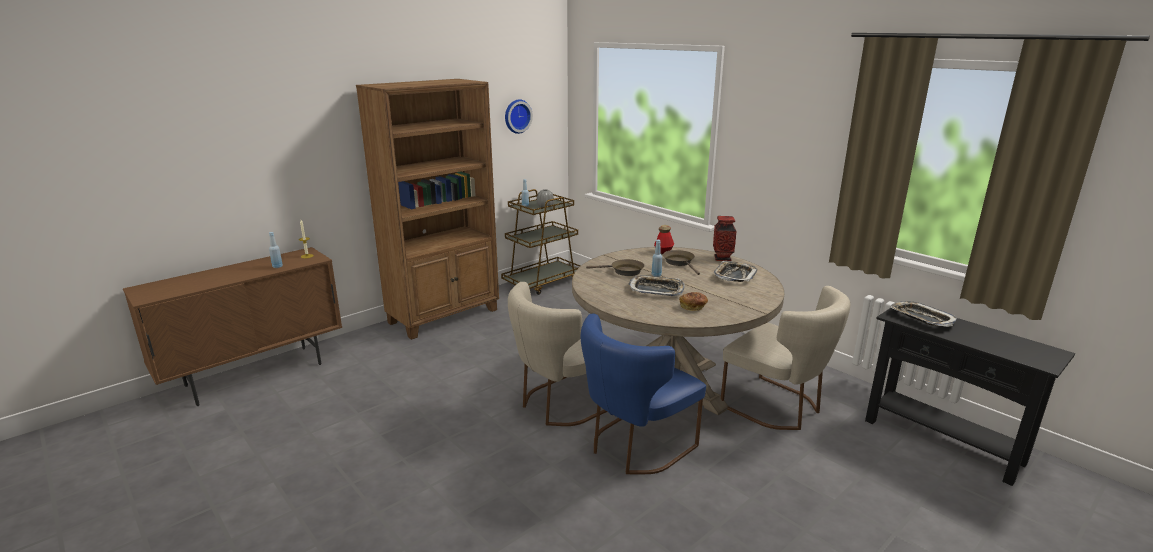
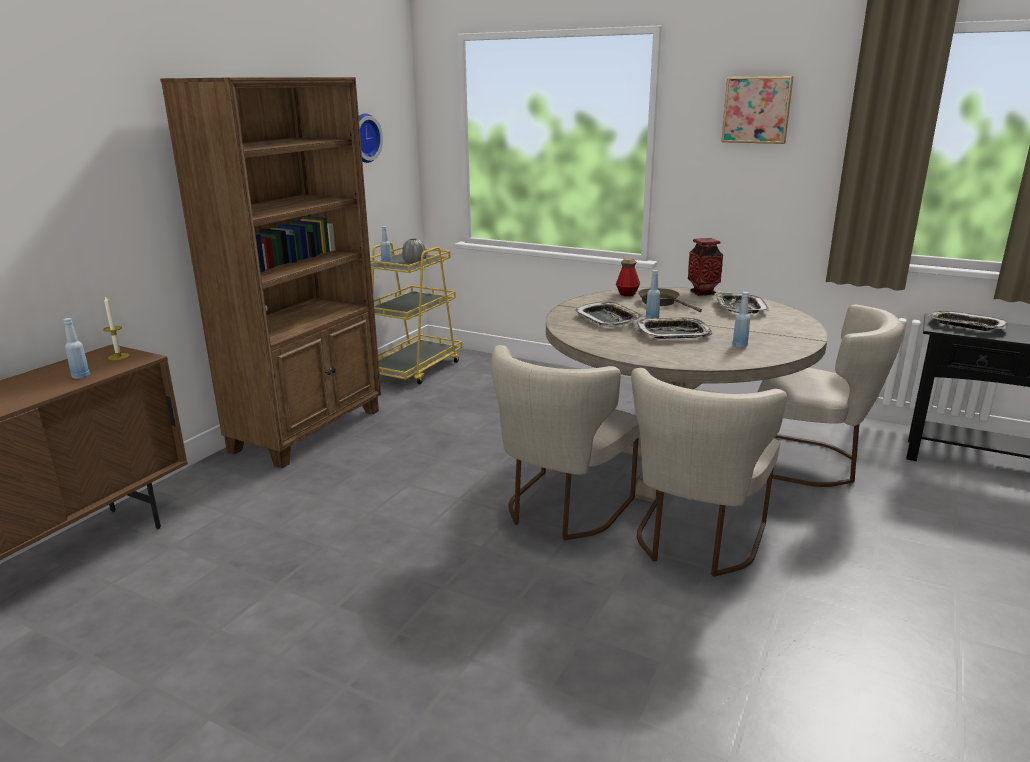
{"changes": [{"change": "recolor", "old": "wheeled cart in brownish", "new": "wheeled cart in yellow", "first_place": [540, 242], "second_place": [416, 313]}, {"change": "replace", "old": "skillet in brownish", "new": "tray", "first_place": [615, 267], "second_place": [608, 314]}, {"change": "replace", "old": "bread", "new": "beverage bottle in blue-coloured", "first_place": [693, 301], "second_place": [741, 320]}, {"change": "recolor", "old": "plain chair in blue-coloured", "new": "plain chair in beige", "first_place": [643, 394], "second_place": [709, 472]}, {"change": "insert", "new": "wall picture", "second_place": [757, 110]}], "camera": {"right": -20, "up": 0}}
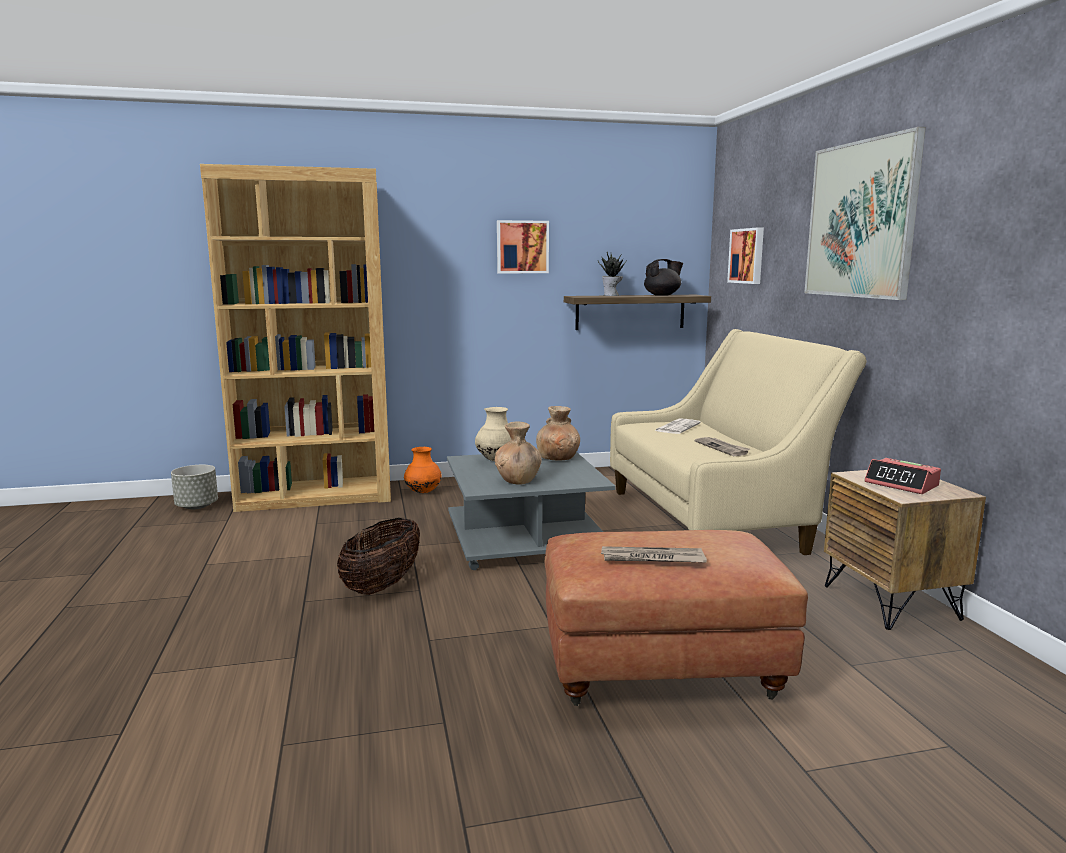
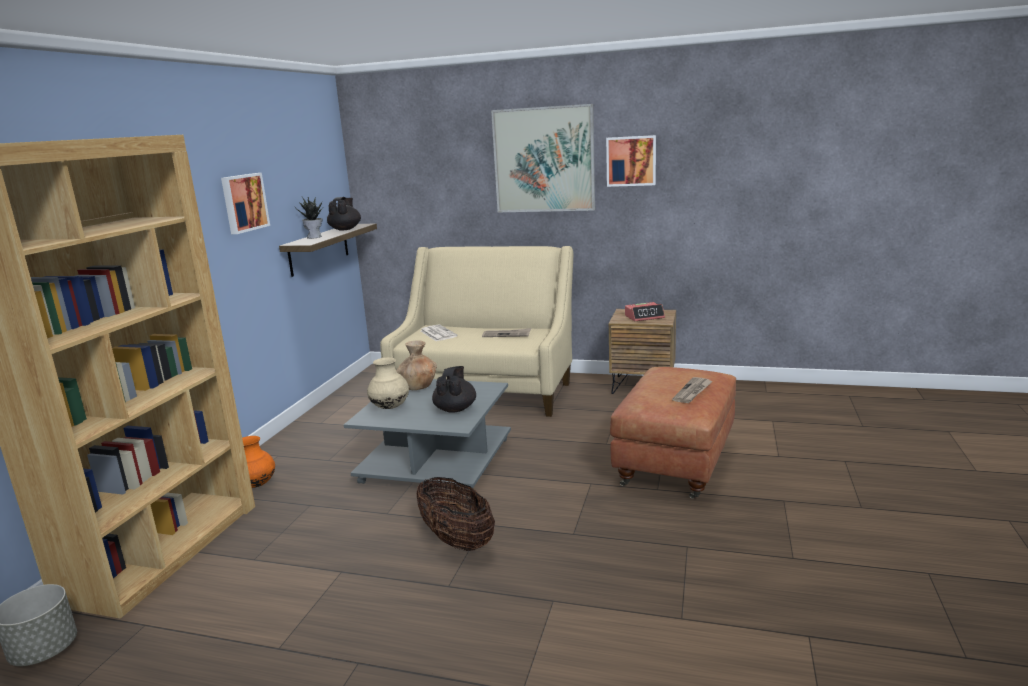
{"changes": [{"change": "move", "old": "wall picture", "first_place": [745, 255], "second_place": [631, 161]}, {"change": "replace", "old": "vase in brownish", "new": "teapot in black-coloured", "first_place": [518, 453], "second_place": [454, 389]}], "camera": {"right": -60, "up": 5}}
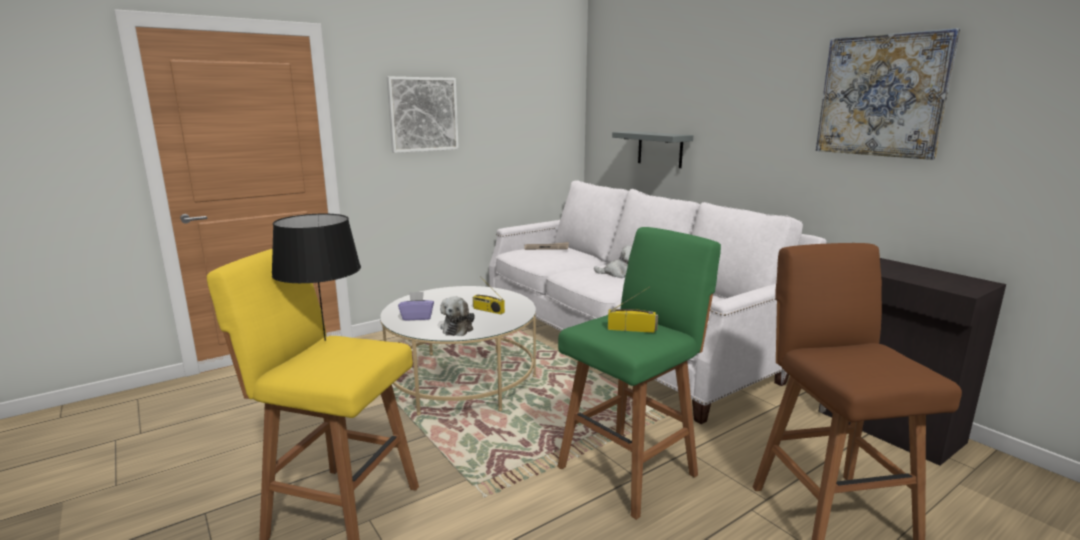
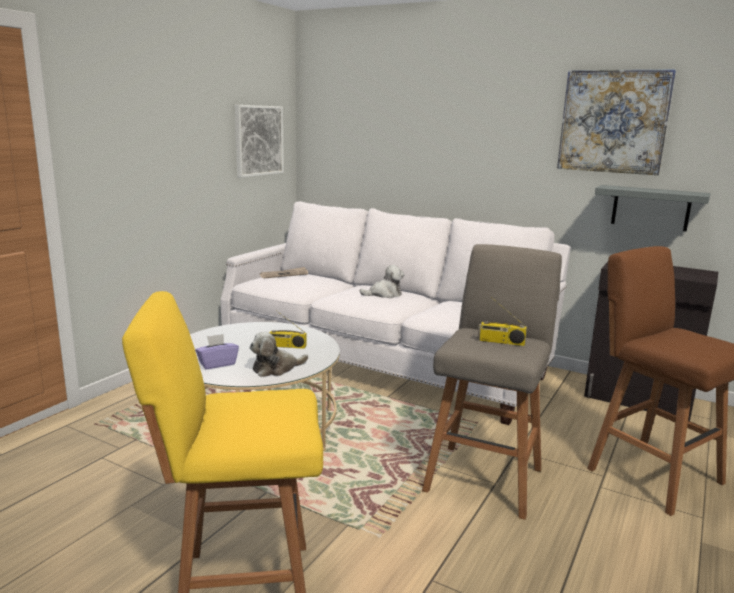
{"changes": [{"change": "move", "old": "wall picture", "first_place": [423, 115], "second_place": [259, 141]}, {"change": "move", "old": "shelf in grey", "first_place": [652, 149], "second_place": [653, 208]}, {"change": "delete", "old": "table lamp in black-coloured", "first_place": [316, 277]}, {"change": "recolor", "old": "stool in green", "new": "stool in grey", "first_place": [639, 373], "second_place": [492, 382]}, {"change": "rotate", "old": "radio receiver", "first_place": [633, 310], "second_place": [502, 321], "degrees": -150}, {"change": "rotate", "old": "plush toy", "first_place": [457, 316], "second_place": [278, 354], "degrees": 75}], "camera": {"right": -25, "up": 0}}
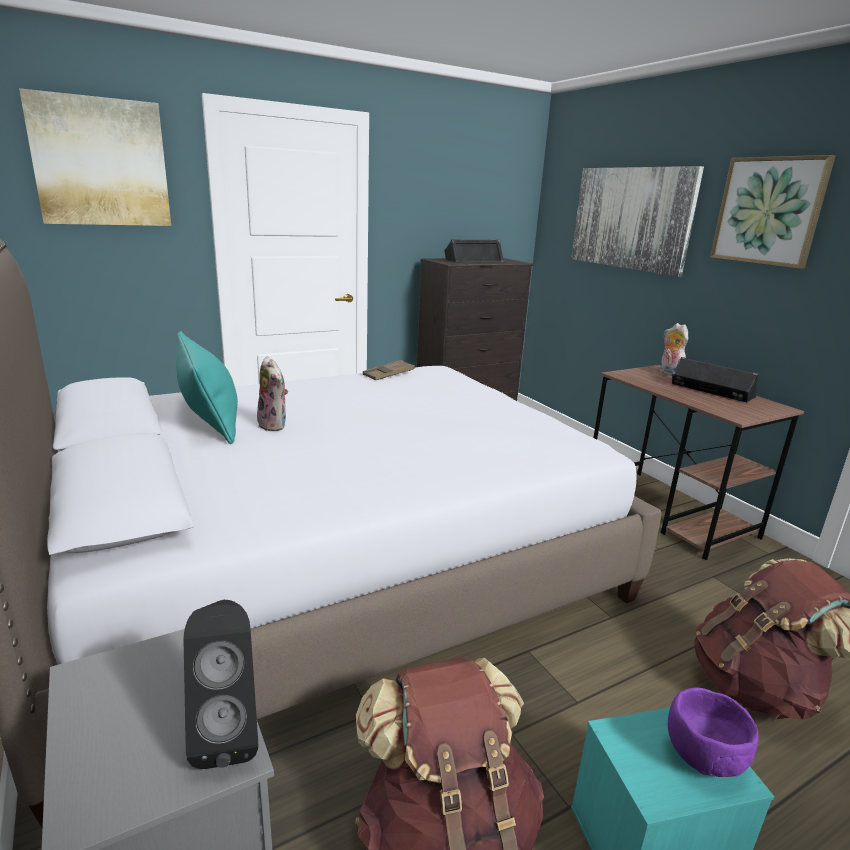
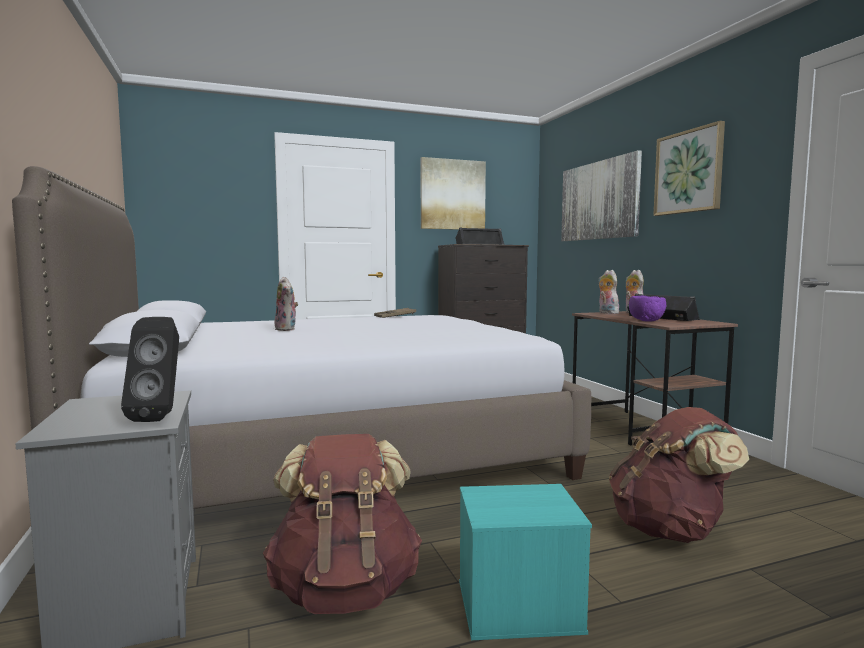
{"changes": [{"change": "move", "old": "wall picture", "first_place": [95, 157], "second_place": [453, 193]}, {"change": "delete", "old": "pillow in turquoise-coloured", "first_place": [207, 387]}, {"change": "move", "old": "serving bowl in purplish", "first_place": [713, 732], "second_place": [647, 309]}, {"change": "insert", "new": "plush toy", "second_place": [609, 292]}], "camera": {"right": 10, "up": -15}}
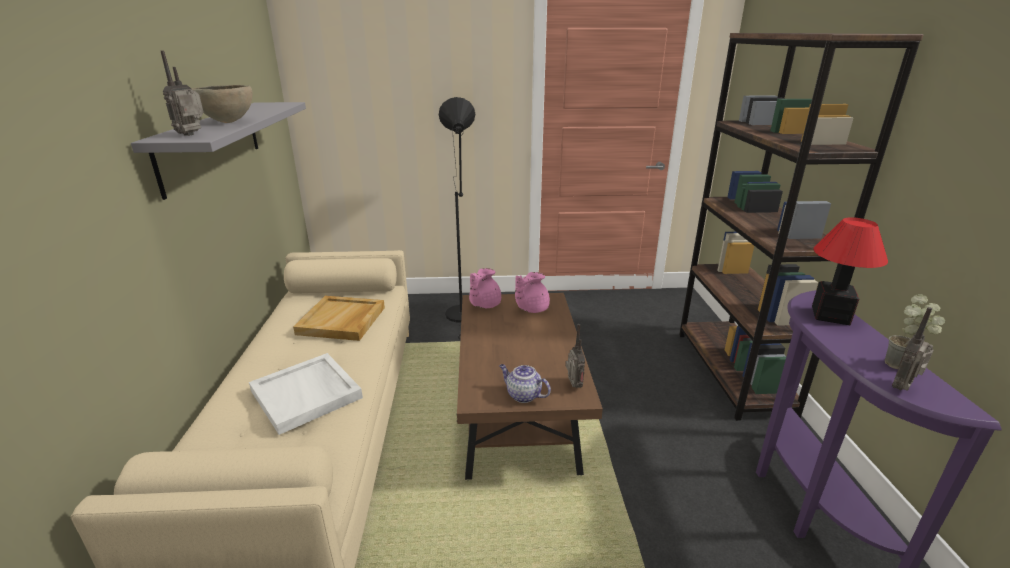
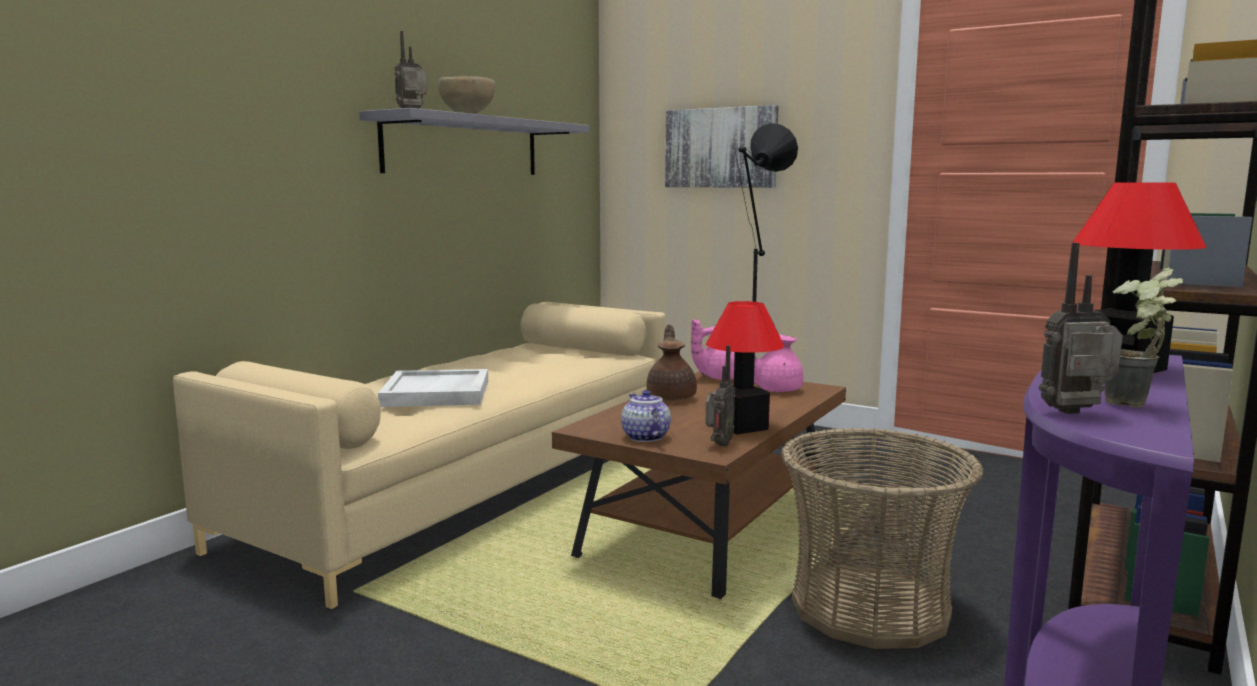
{"changes": [{"change": "delete", "old": "tray in beige", "first_place": [339, 318]}, {"change": "insert", "new": "wall picture", "second_place": [722, 146]}, {"change": "insert", "new": "table lamp", "second_place": [745, 368]}, {"change": "insert", "new": "teapot in brownish", "second_place": [671, 362]}, {"change": "insert", "new": "basket", "second_place": [882, 538]}], "camera": {"right": 35, "up": -15}}
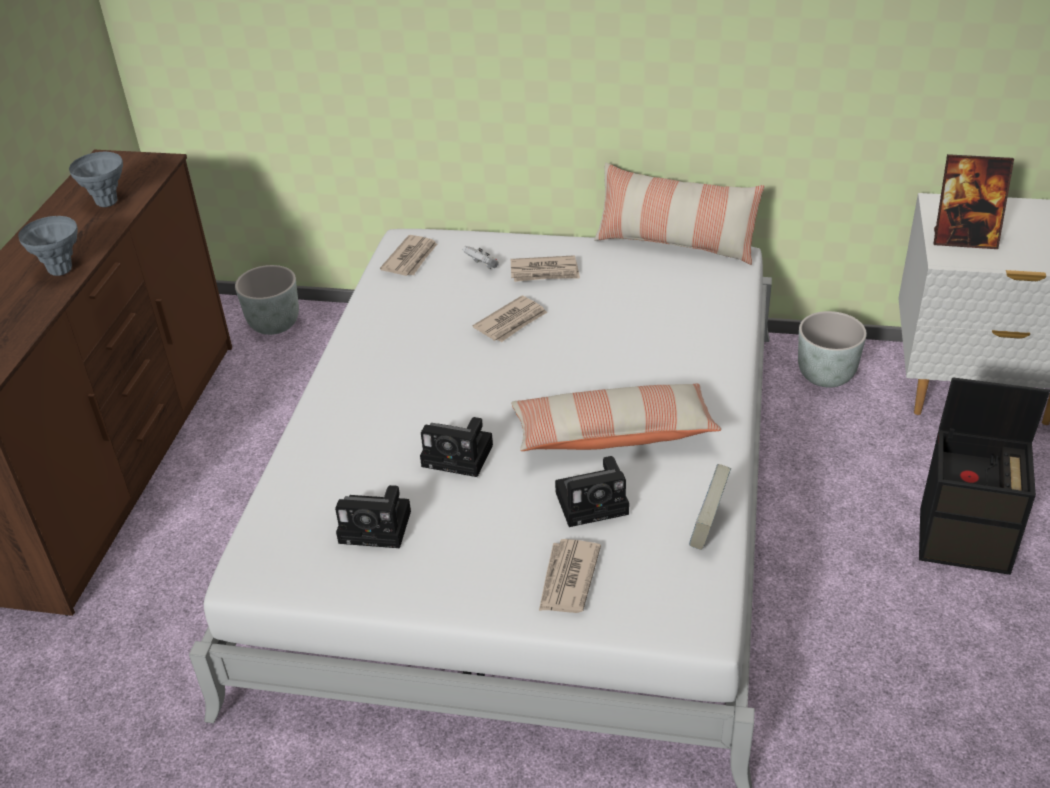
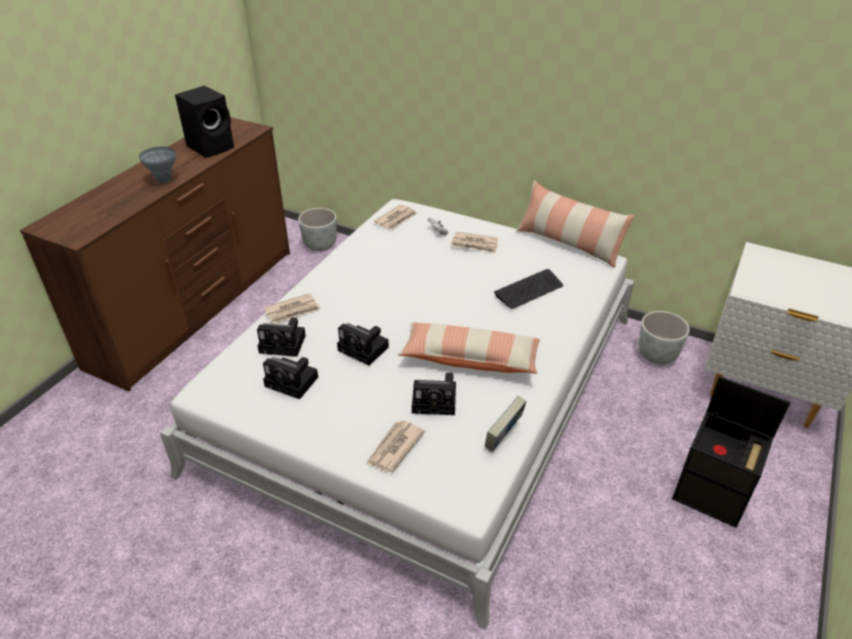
{"changes": [{"change": "replace", "old": "vase in grey", "new": "loudspeaker in black-coloured", "first_place": [96, 179], "second_place": [204, 121]}, {"change": "delete", "old": "photo frame", "first_place": [973, 201]}, {"change": "move", "old": "newspaper", "first_place": [509, 319], "second_place": [292, 308]}, {"change": "insert", "new": "keyboard", "second_place": [528, 289]}, {"change": "insert", "new": "still camera", "second_place": [281, 337]}], "camera": {"right": 15, "up": 0}}
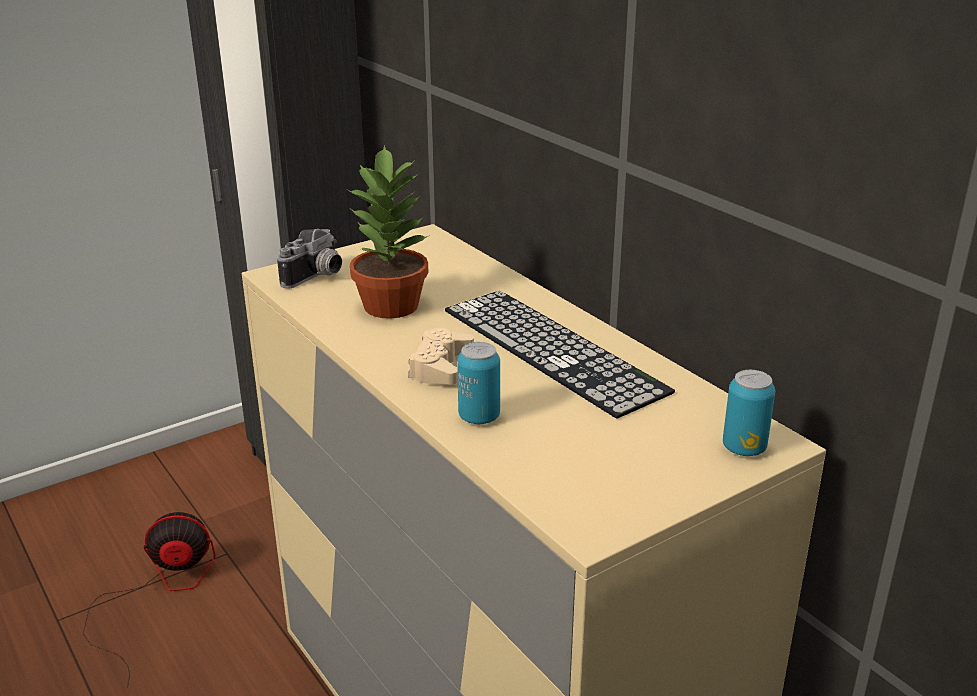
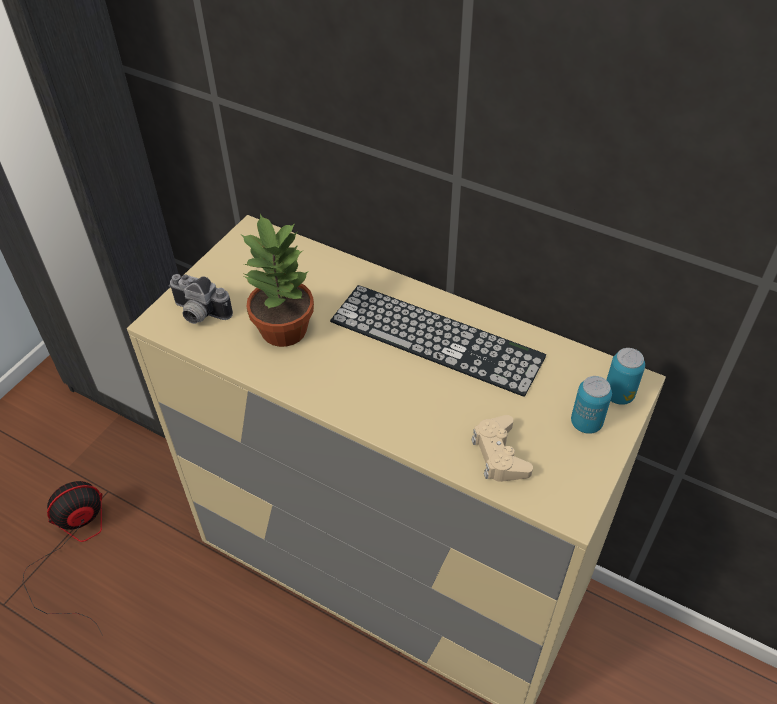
{"changes": [{"change": "rotate", "old": "still camera", "first_place": [309, 259], "second_place": [201, 299], "degrees": 105}, {"change": "move", "old": "gamepad in beige", "first_place": [441, 356], "second_place": [502, 448]}, {"change": "move", "old": "can", "first_place": [478, 383], "second_place": [591, 405]}], "camera": {"right": -25, "up": 20}}
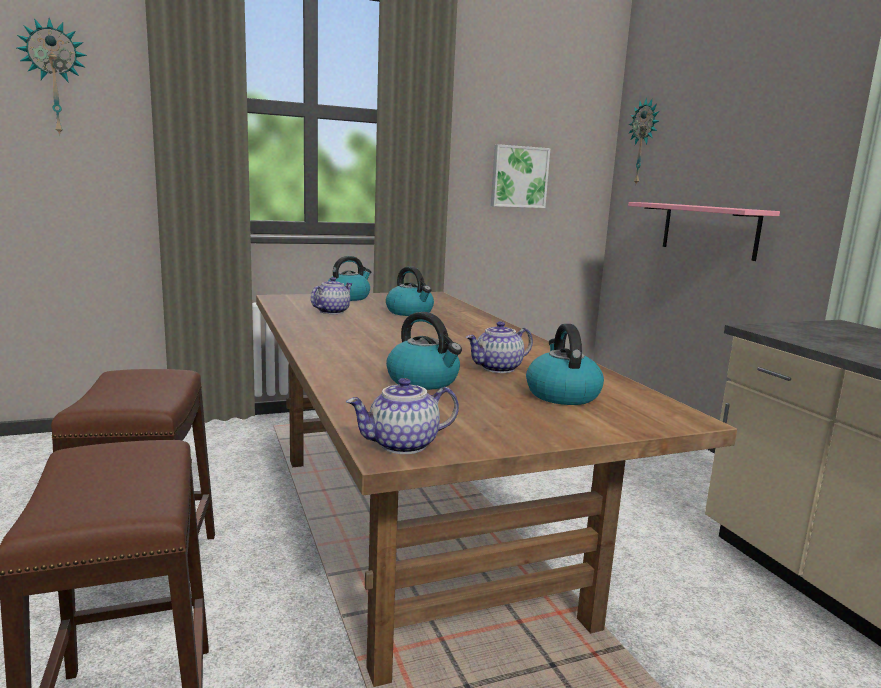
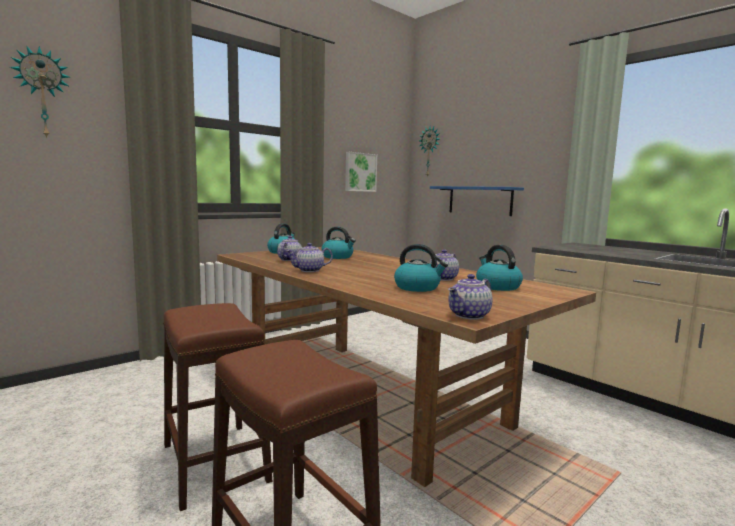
{"changes": [{"change": "recolor", "old": "shelf in pinkish", "new": "shelf in blue-coloured", "first_place": [704, 231], "second_place": [477, 201]}, {"change": "insert", "new": "teapot", "second_place": [310, 257]}], "camera": {"right": -20, "up": -5}}
